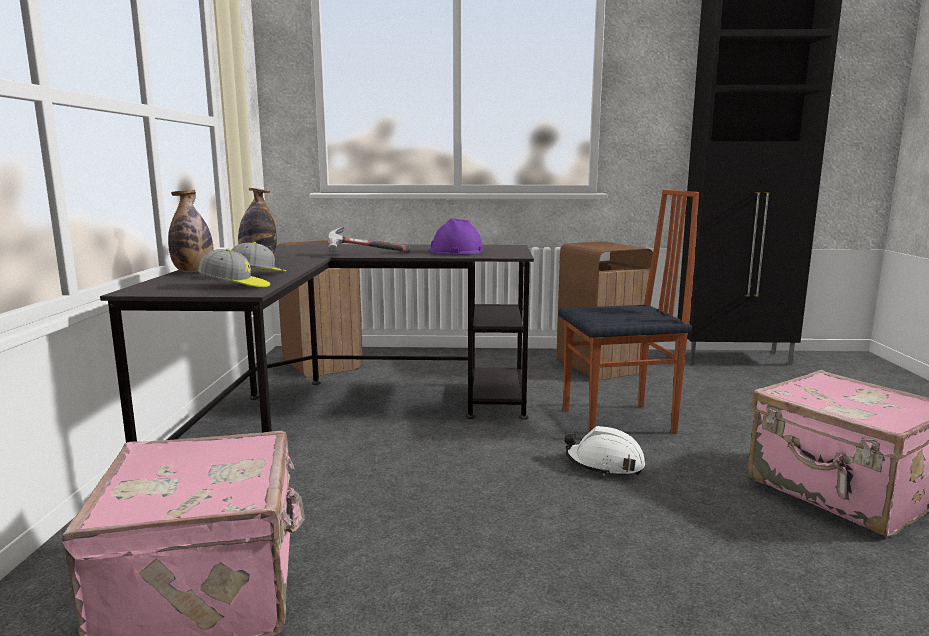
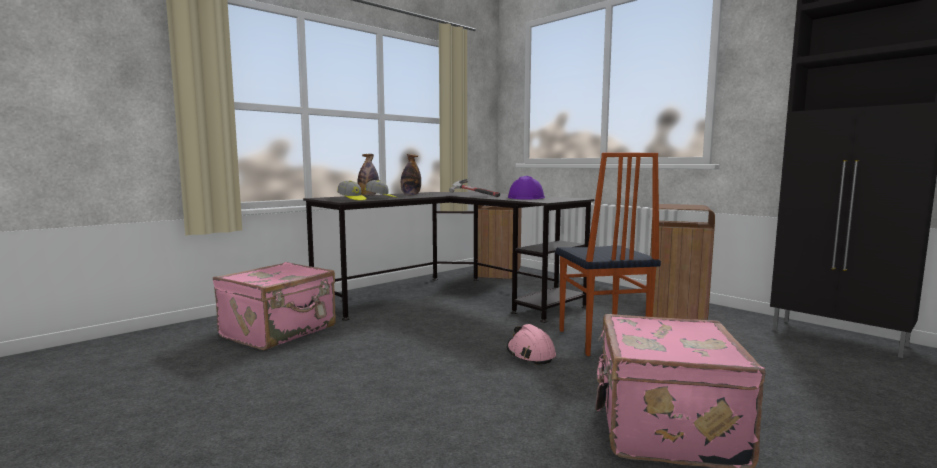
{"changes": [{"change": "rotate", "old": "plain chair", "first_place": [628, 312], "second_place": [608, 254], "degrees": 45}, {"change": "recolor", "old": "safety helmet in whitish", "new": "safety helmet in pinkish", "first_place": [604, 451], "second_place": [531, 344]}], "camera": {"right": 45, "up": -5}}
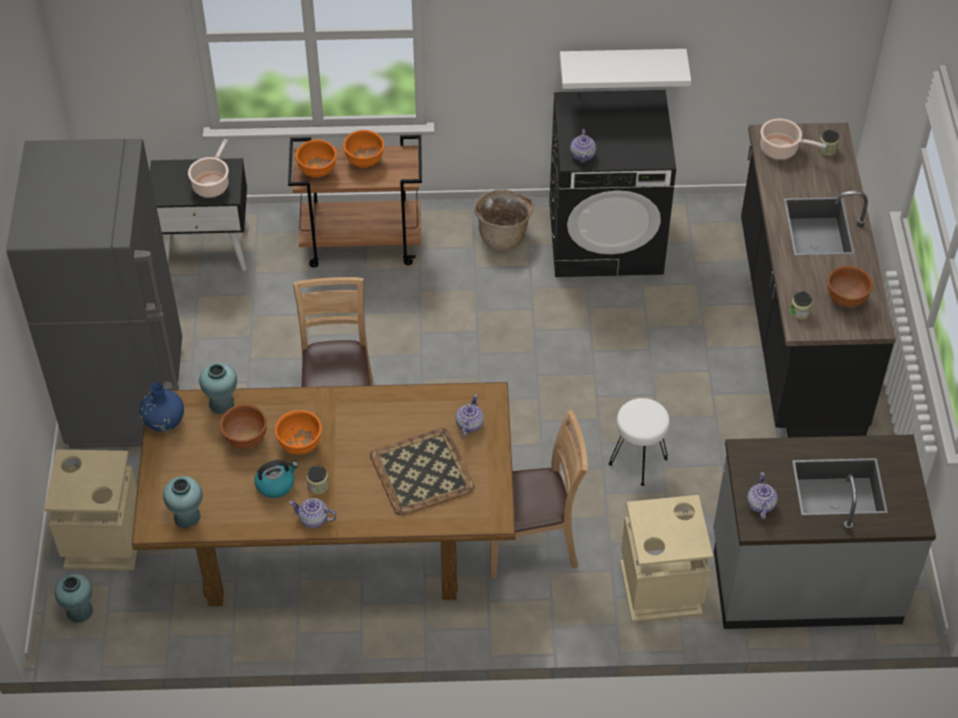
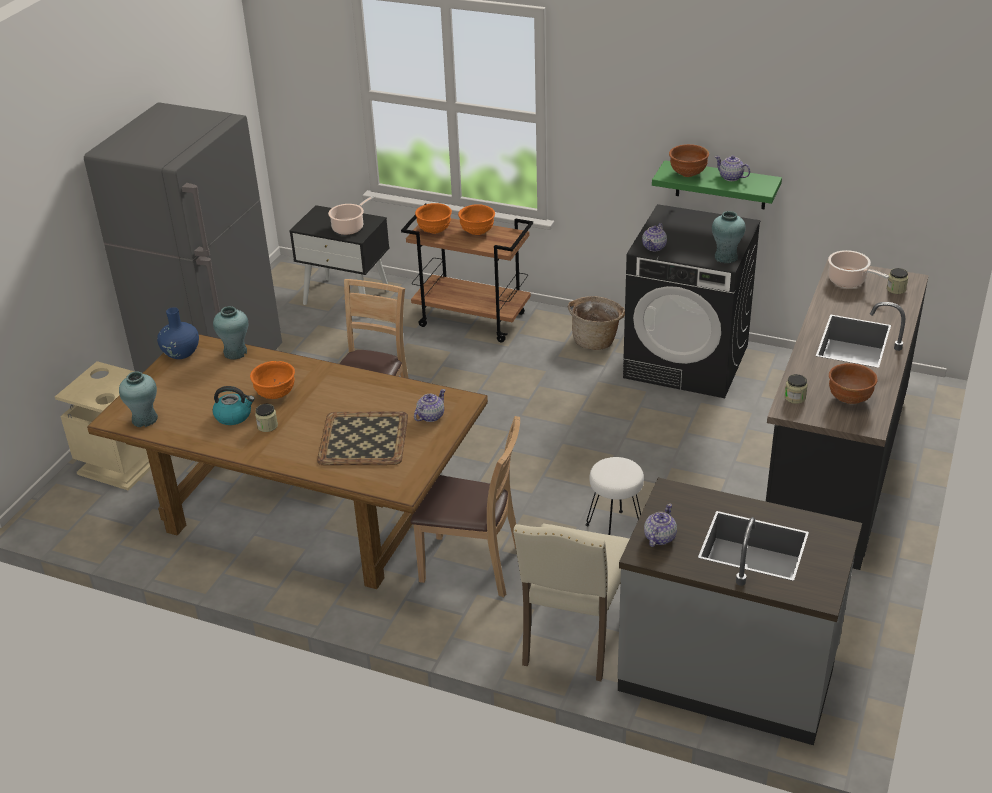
{"changes": [{"change": "recolor", "old": "shelf in whitish", "new": "shelf in green", "first_place": [625, 69], "second_place": [717, 184]}, {"change": "move", "old": "serving bowl in brownish", "first_place": [243, 426], "second_place": [689, 160]}, {"change": "replace", "old": "trash can in beige", "new": "plain chair in beige", "first_place": [666, 559], "second_place": [571, 602]}, {"change": "move", "old": "teapot", "first_place": [313, 513], "second_place": [732, 168]}, {"change": "move", "old": "vase in turquoise-coloured", "first_place": [74, 598], "second_place": [729, 237]}], "camera": {"right": 25, "up": -15}}
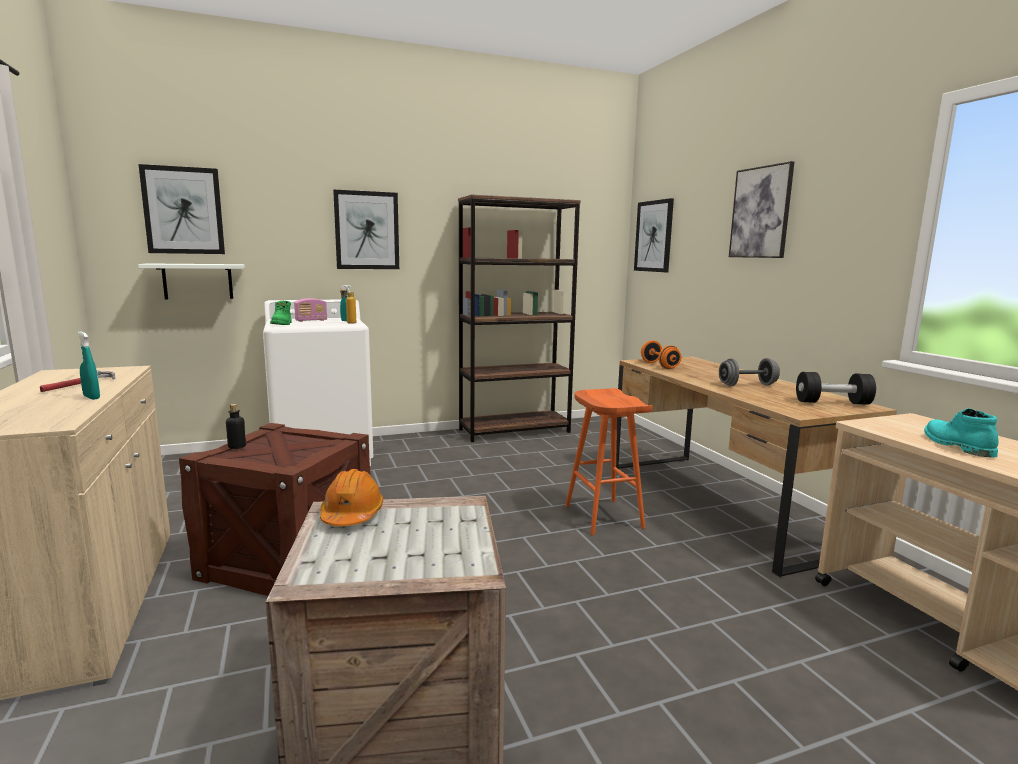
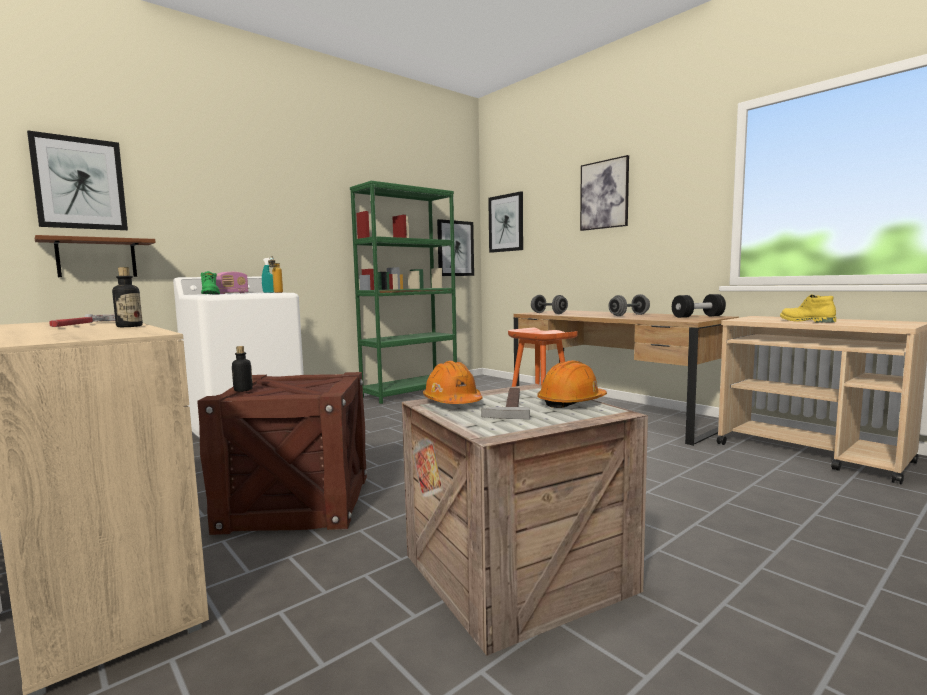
{"changes": [{"change": "move", "old": "wall picture", "first_place": [366, 229], "second_place": [455, 247]}, {"change": "recolor", "old": "bookcase in brownish", "new": "bookcase in green", "first_place": [519, 318], "second_place": [403, 292]}, {"change": "recolor", "old": "shelf in whitish", "new": "shelf in brownish", "first_place": [191, 281], "second_place": [95, 256]}, {"change": "replace", "old": "hand sprayer in turquoise-coloured", "new": "beverage bottle", "first_place": [88, 366], "second_place": [127, 297]}, {"change": "recolor", "old": "free weight in orange-coloured", "new": "free weight in grey", "first_place": [661, 354], "second_place": [549, 304]}, {"change": "recolor", "old": "tall boot in turquoise-coloured", "new": "tall boot in yellow", "first_place": [961, 433], "second_place": [808, 308]}, {"change": "insert", "new": "safety helmet in orange-coloured", "second_place": [572, 384]}, {"change": "insert", "new": "tool hammer", "second_place": [505, 403]}], "camera": {"right": -20, "up": -5}}
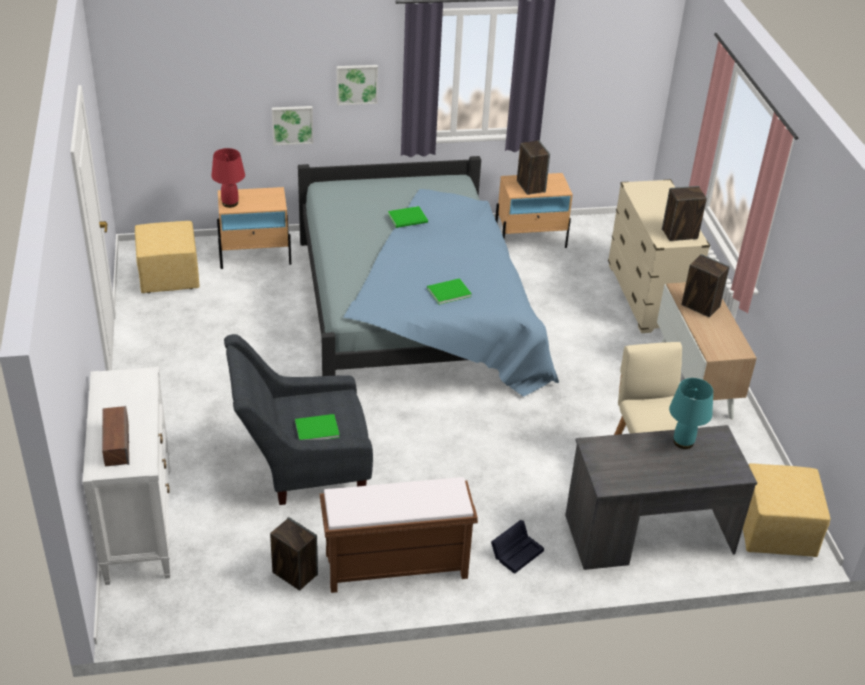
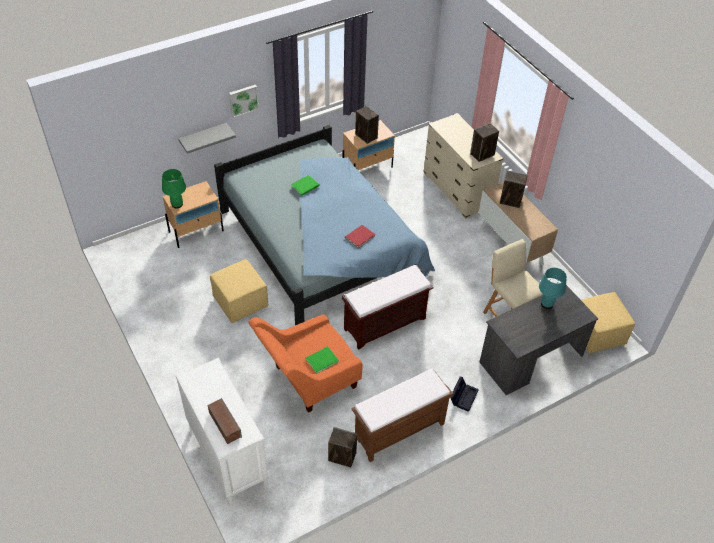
{"changes": [{"change": "replace", "old": "wall picture", "new": "shelf in grey", "first_place": [292, 125], "second_place": [207, 138]}, {"change": "recolor", "old": "table lamp in reddish", "new": "table lamp in green", "first_place": [228, 178], "second_place": [174, 189]}, {"change": "move", "old": "footrest in yellow", "first_place": [167, 257], "second_place": [239, 291]}, {"change": "recolor", "old": "volume in green", "new": "volume in reddish", "first_place": [449, 291], "second_place": [360, 236]}, {"change": "recolor", "old": "lounge chair in grey", "new": "lounge chair in orange-coloured", "first_place": [298, 419], "second_place": [305, 363]}, {"change": "insert", "new": "long seat in brownish", "second_place": [387, 307]}], "camera": {"right": -20, "up": 10}}
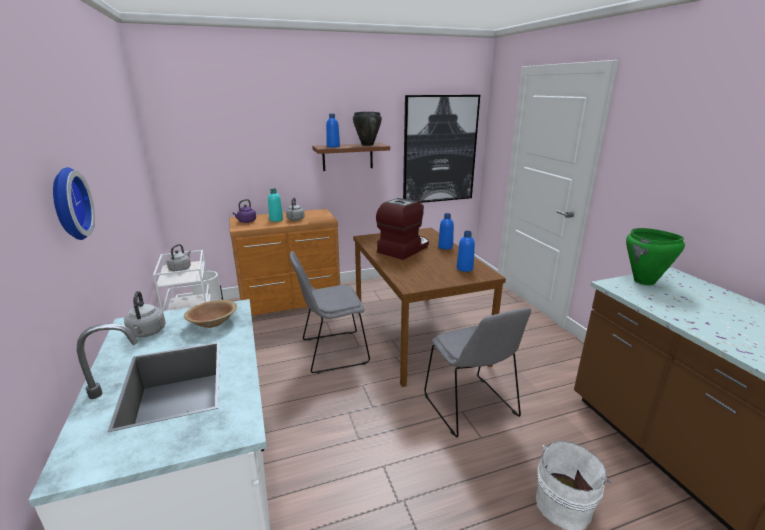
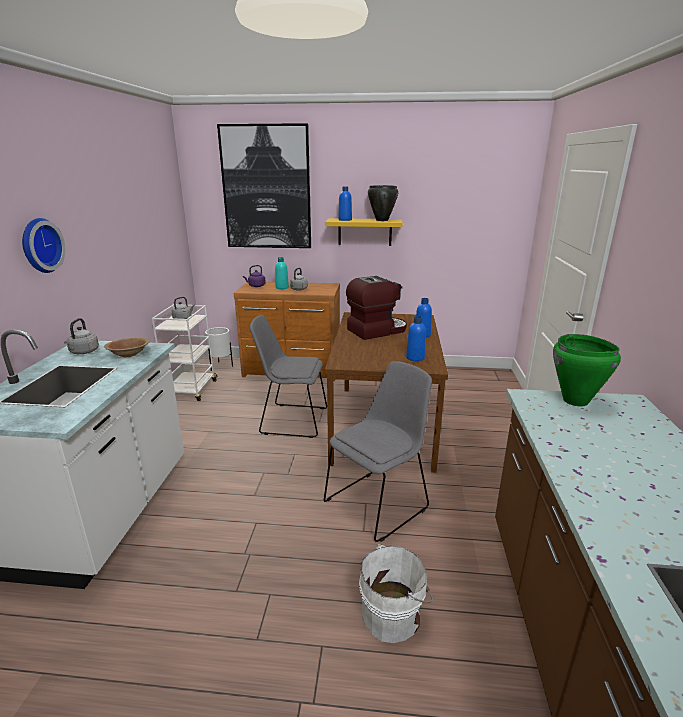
{"changes": [{"change": "move", "old": "wall picture", "first_place": [441, 149], "second_place": [264, 185]}, {"change": "recolor", "old": "shelf in brownish", "new": "shelf in yellow", "first_place": [351, 157], "second_place": [364, 232]}, {"change": "rotate", "old": "plain chair in grey", "first_place": [477, 372], "second_place": [378, 451], "degrees": -135}], "camera": {"right": 25, "up": 0}}
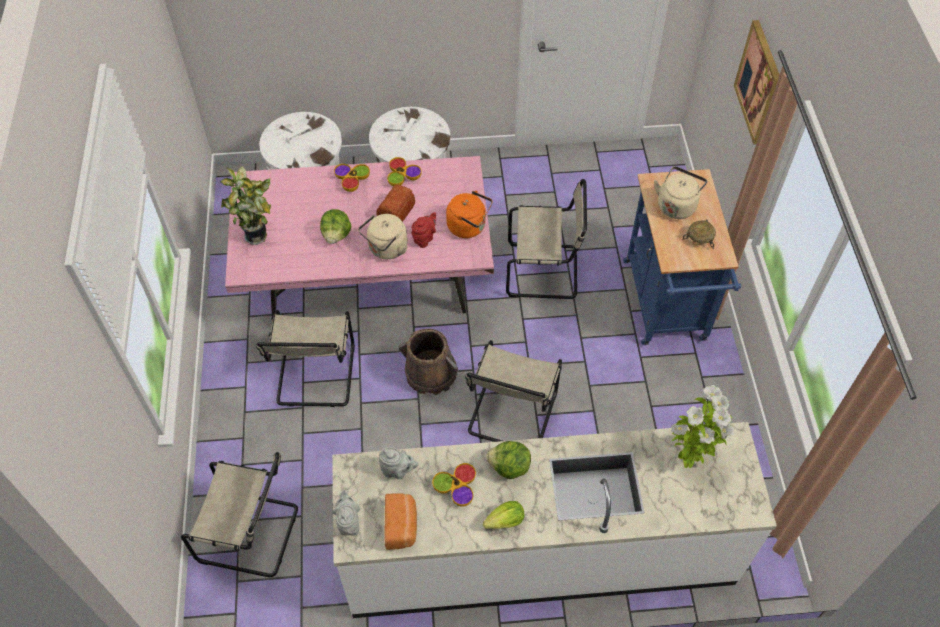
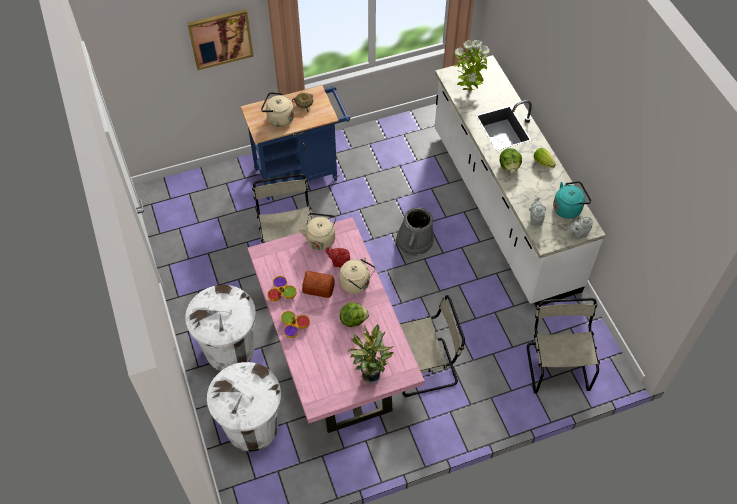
{"changes": [{"change": "recolor", "old": "kettle in orange-coloured", "new": "kettle in beige", "first_place": [469, 214], "second_place": [317, 231]}, {"change": "delete", "old": "pail in brownish", "first_place": [428, 362]}, {"change": "replace", "old": "plain chair in beige", "new": "pail in grey", "first_place": [513, 391], "second_place": [415, 231]}, {"change": "delete", "old": "serving bowl", "first_place": [454, 485]}, {"change": "replace", "old": "bread", "new": "kettle in turquoise-coloured", "first_place": [400, 522], "second_place": [572, 200]}], "camera": {"right": -105, "up": 0}}
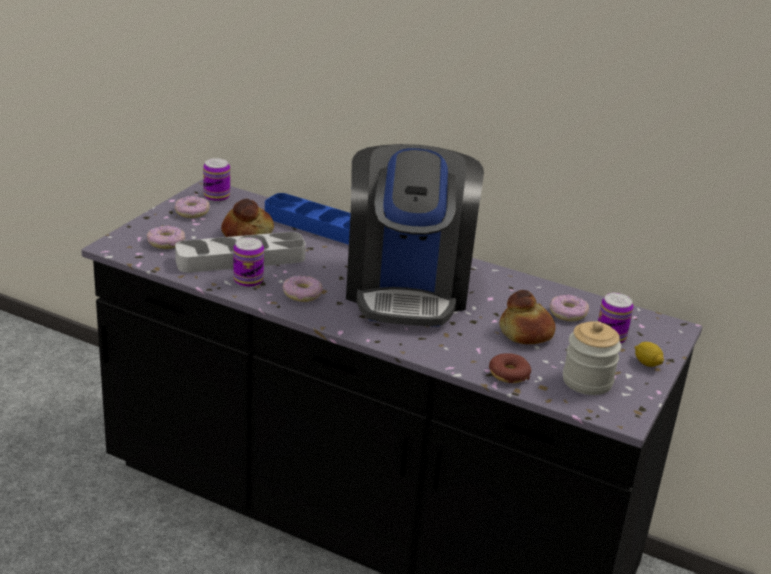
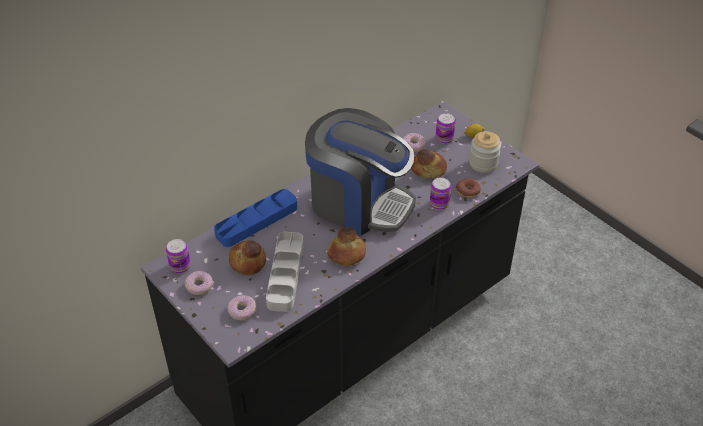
{"changes": [{"change": "move", "old": "can", "first_place": [248, 262], "second_place": [440, 193]}, {"change": "replace", "old": "donut", "new": "bread", "first_place": [302, 288], "second_place": [346, 246]}], "camera": {"right": -65, "up": 15}}
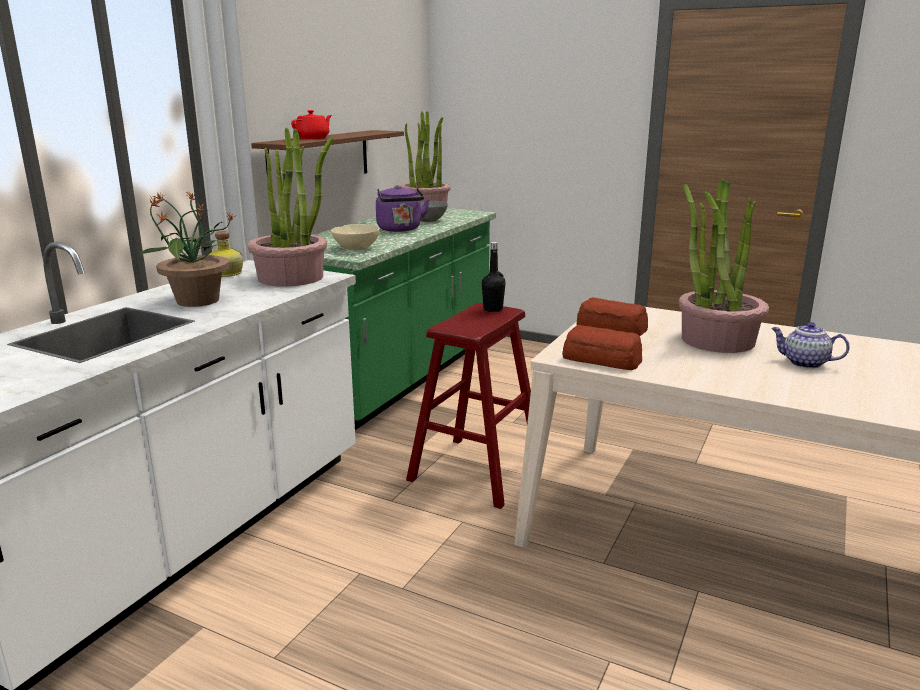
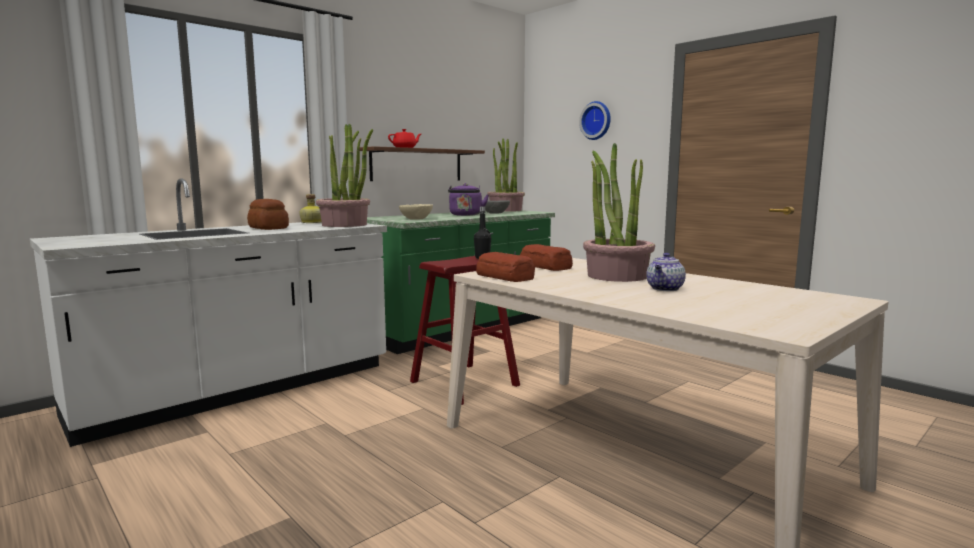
{"changes": [{"change": "replace", "old": "houseplant", "new": "bread", "first_place": [185, 249], "second_place": [268, 214]}, {"change": "rotate", "old": "teapot", "first_place": [810, 345], "second_place": [666, 272], "degrees": -105}, {"change": "insert", "new": "hanging clock", "second_place": [595, 120]}], "camera": {"right": 20, "up": -10}}
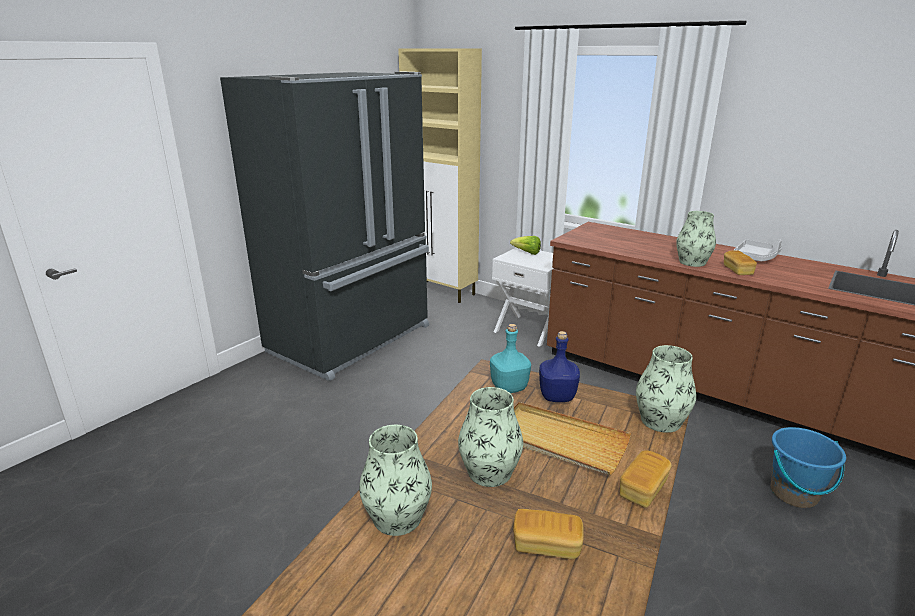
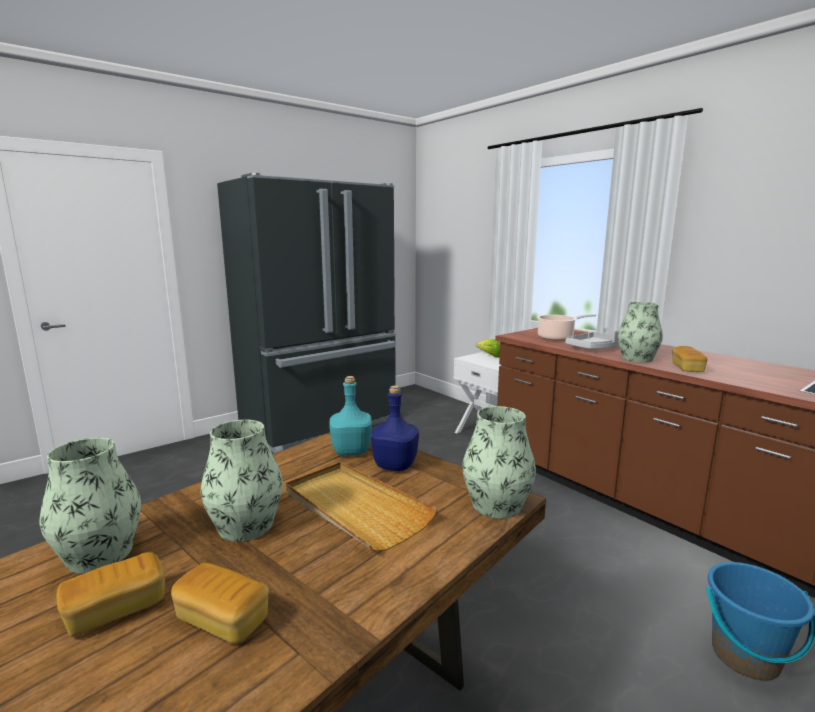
{"changes": [{"change": "delete", "old": "storage cabinet in beige", "first_place": [440, 175]}, {"change": "move", "old": "tray in grey", "first_place": [758, 250], "second_place": [592, 339]}, {"change": "move", "old": "bread", "first_place": [646, 479], "second_place": [110, 594]}, {"change": "insert", "new": "cooking pot", "second_place": [566, 327]}], "camera": {"right": 15, "up": -10}}
